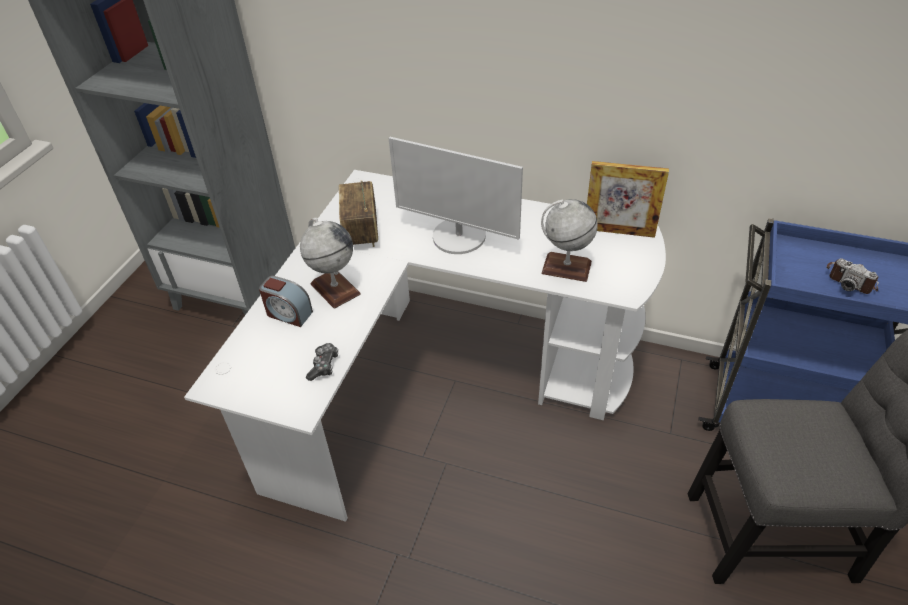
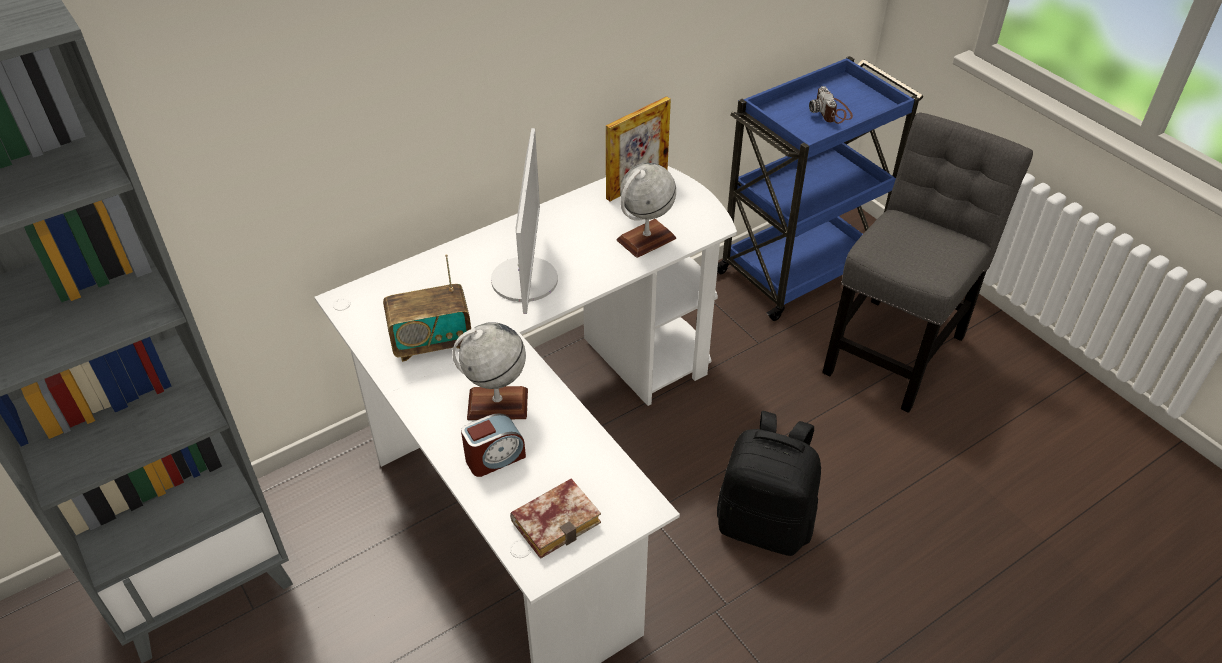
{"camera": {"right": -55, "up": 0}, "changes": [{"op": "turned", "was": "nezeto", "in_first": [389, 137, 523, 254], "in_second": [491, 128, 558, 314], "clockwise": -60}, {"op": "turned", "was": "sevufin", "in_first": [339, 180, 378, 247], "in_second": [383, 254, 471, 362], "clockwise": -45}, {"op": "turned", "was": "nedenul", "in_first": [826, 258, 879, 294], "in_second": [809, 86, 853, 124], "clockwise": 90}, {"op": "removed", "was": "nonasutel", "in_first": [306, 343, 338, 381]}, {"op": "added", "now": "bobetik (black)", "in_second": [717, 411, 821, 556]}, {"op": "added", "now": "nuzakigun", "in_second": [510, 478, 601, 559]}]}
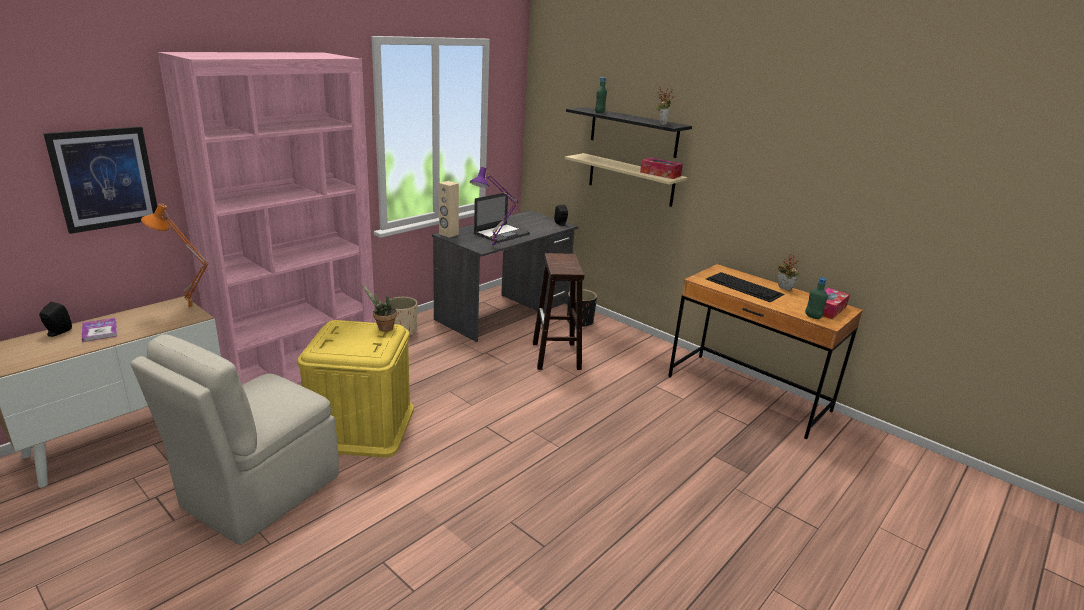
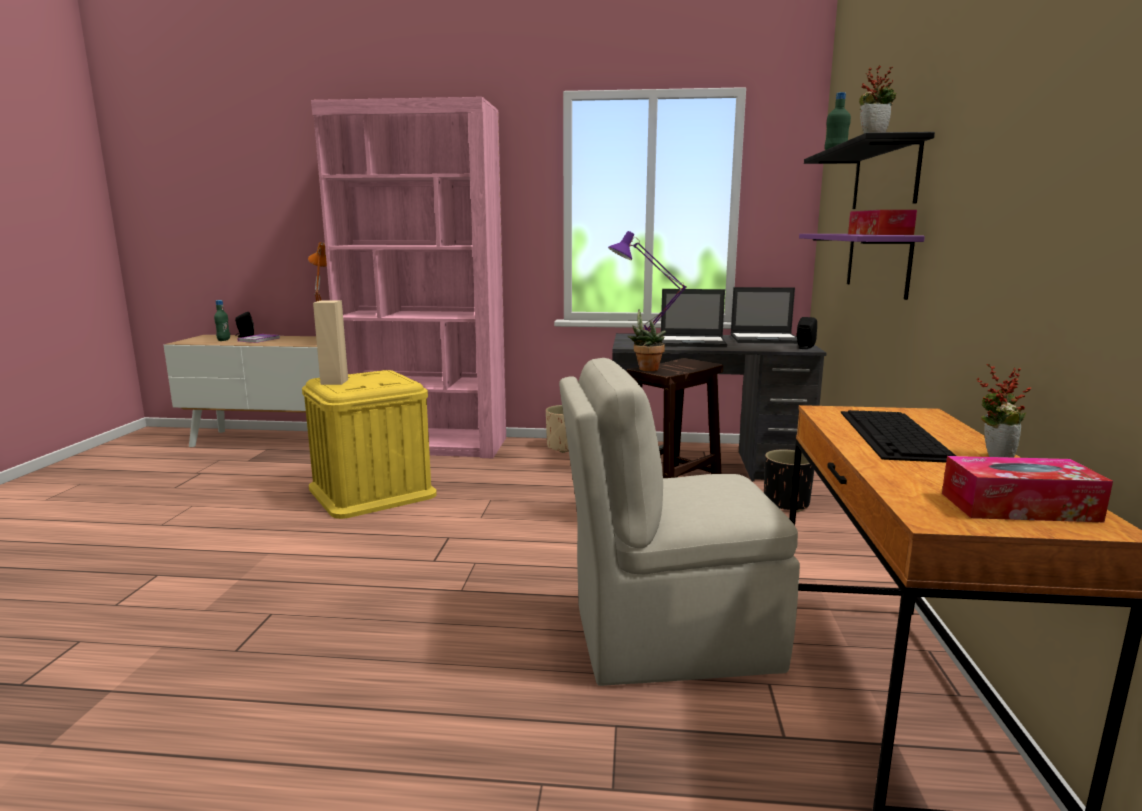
{"camera": {"right": 55, "up": -10}, "changes": [{"op": "removed", "was": "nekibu", "in_first": [43, 126, 157, 234]}, {"op": "recoloured", "was": "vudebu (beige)", "now": "vudebu (purple)", "in_first": [565, 153, 687, 207], "in_second": [799, 234, 925, 300]}, {"op": "moved", "was": "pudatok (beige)", "in_first": [439, 181, 459, 238], "in_second": [313, 300, 348, 385]}, {"op": "moved", "was": "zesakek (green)", "in_first": [805, 278, 828, 319], "in_second": [214, 300, 230, 341]}, {"op": "moved", "was": "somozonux", "in_first": [362, 284, 397, 332], "in_second": [628, 309, 666, 371]}, {"op": "moved", "was": "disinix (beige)", "in_first": [131, 335, 339, 545], "in_second": [559, 358, 800, 686]}, {"op": "added", "now": "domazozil", "in_second": [731, 287, 798, 344]}]}
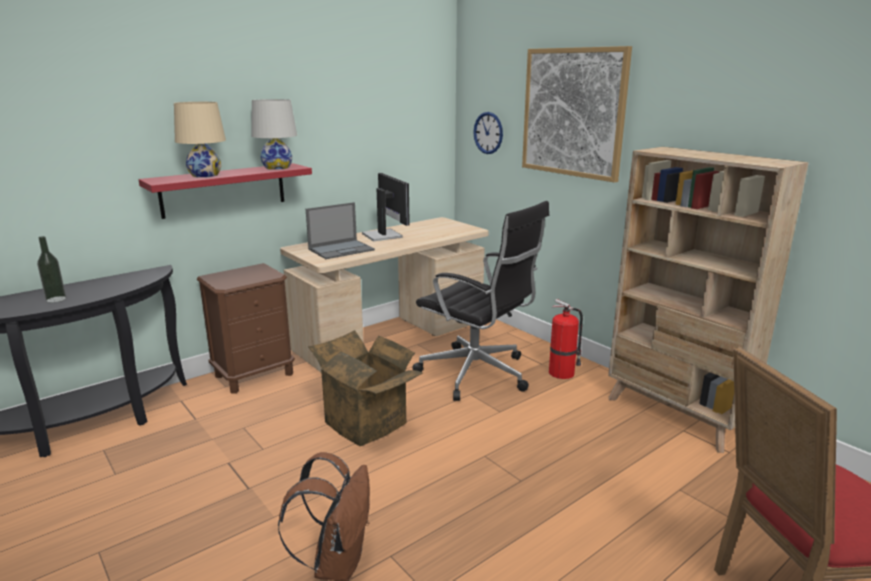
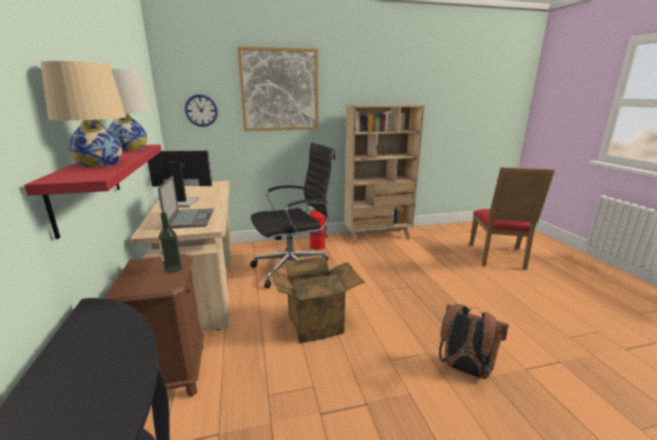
{"camera": {"right": -65, "up": 0}, "changes": [{"op": "moved", "was": "zesakek", "in_first": [37, 236, 66, 303], "in_second": [158, 212, 182, 273]}]}
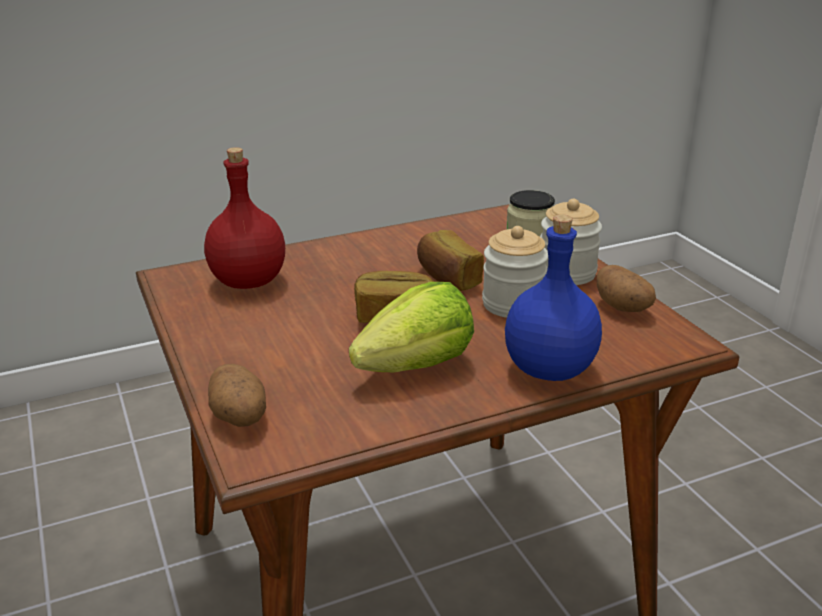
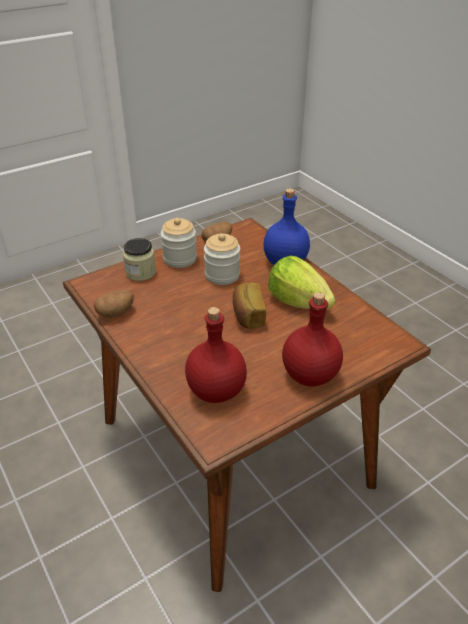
{"camera": {"right": -100, "up": 10}, "changes": [{"op": "removed", "was": "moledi", "in_first": [417, 230, 484, 291]}, {"op": "moved", "was": "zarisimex", "in_first": [208, 364, 266, 427], "in_second": [94, 290, 134, 318]}, {"op": "added", "now": "zesakek (red)", "in_second": [282, 292, 343, 386]}]}
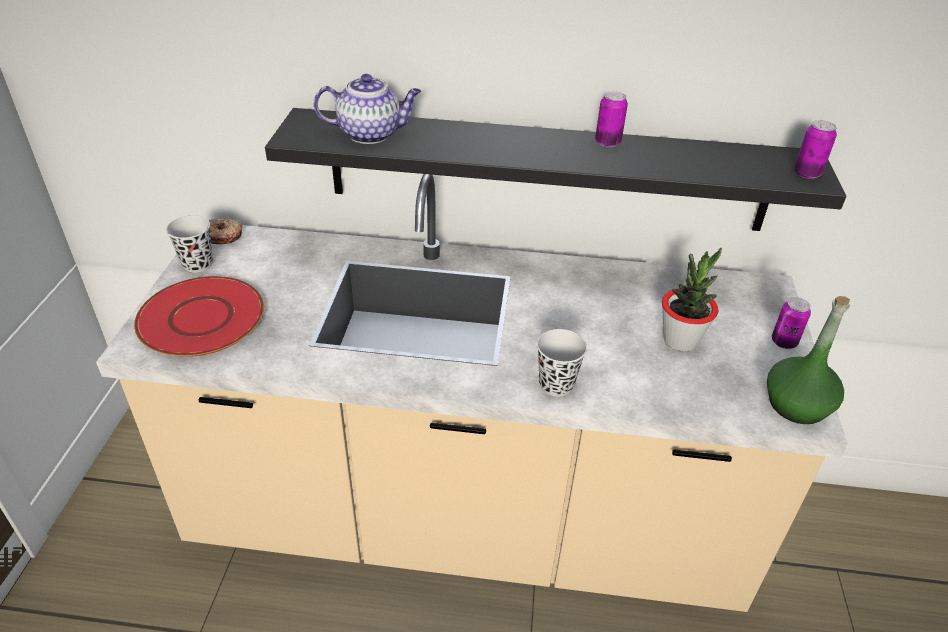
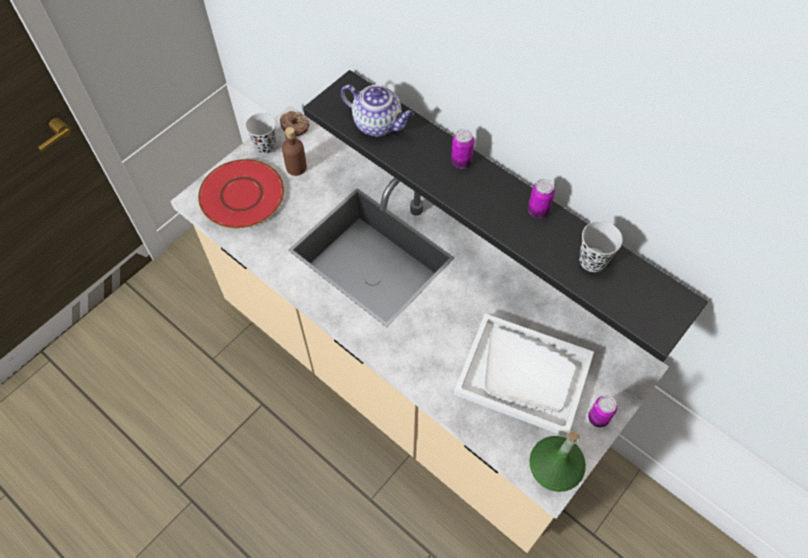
{"camera": {"right": 35, "up": 20}, "changes": [{"op": "moved", "was": "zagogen", "in_first": [794, 120, 837, 179], "in_second": [451, 129, 474, 168]}, {"op": "replaced", "was": "somozonux", "now": "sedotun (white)", "in_first": [662, 248, 722, 352], "in_second": [454, 314, 594, 437]}, {"op": "moved", "was": "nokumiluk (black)", "in_first": [537, 329, 587, 397], "in_second": [579, 221, 623, 272]}, {"op": "added", "now": "zesakek (brown)", "in_second": [282, 127, 307, 176]}]}
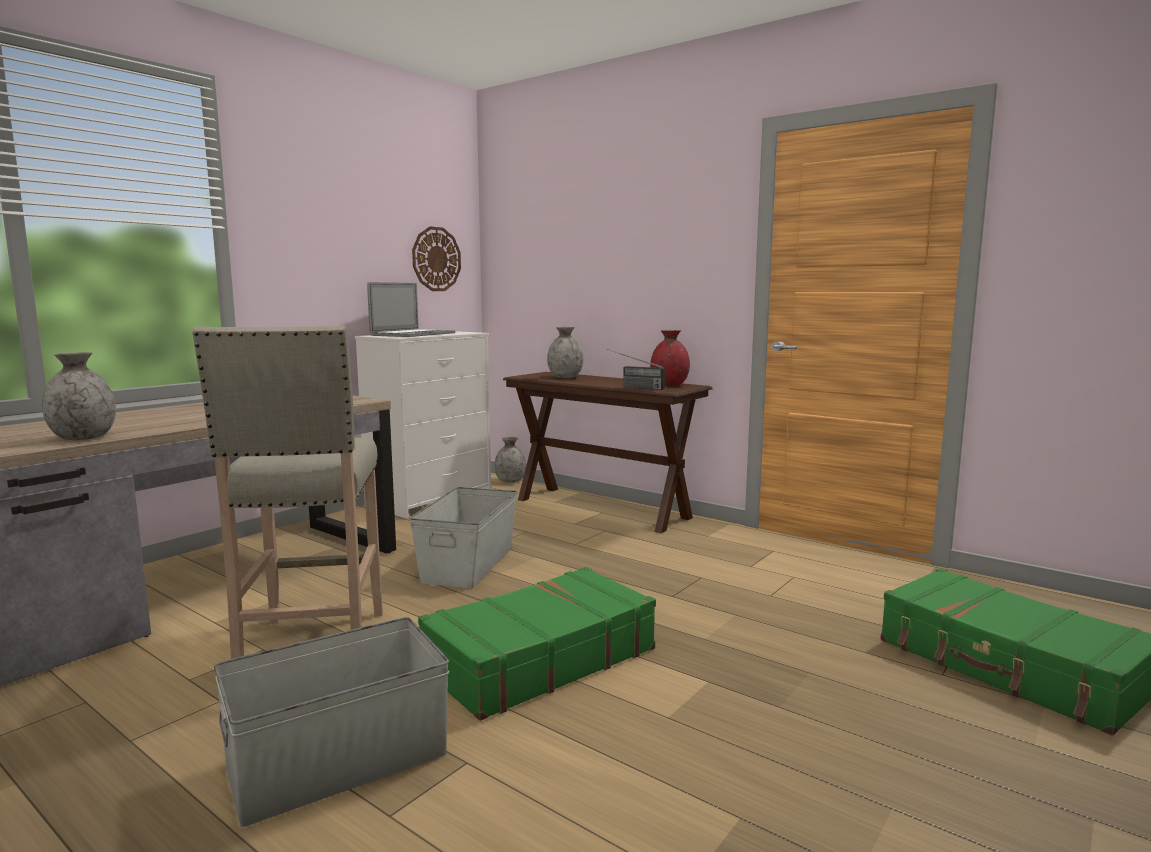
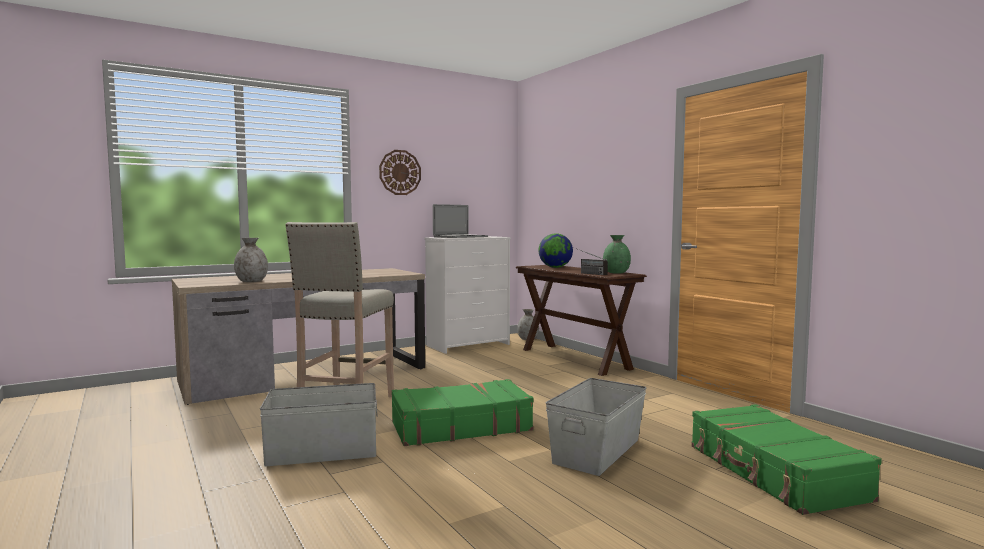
{"camera": {"right": 20, "up": -5}, "changes": [{"op": "moved", "was": "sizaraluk", "in_first": [412, 226, 461, 291], "in_second": [379, 150, 421, 195]}, {"op": "replaced", "was": "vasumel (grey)", "now": "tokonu", "in_first": [547, 327, 583, 378], "in_second": [539, 233, 573, 268]}, {"op": "recoloured", "was": "vasumel (red)", "now": "vasumel (green)", "in_first": [650, 330, 690, 386], "in_second": [603, 235, 631, 274]}, {"op": "moved", "was": "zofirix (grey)", "in_first": [409, 487, 518, 589], "in_second": [546, 378, 646, 476]}]}
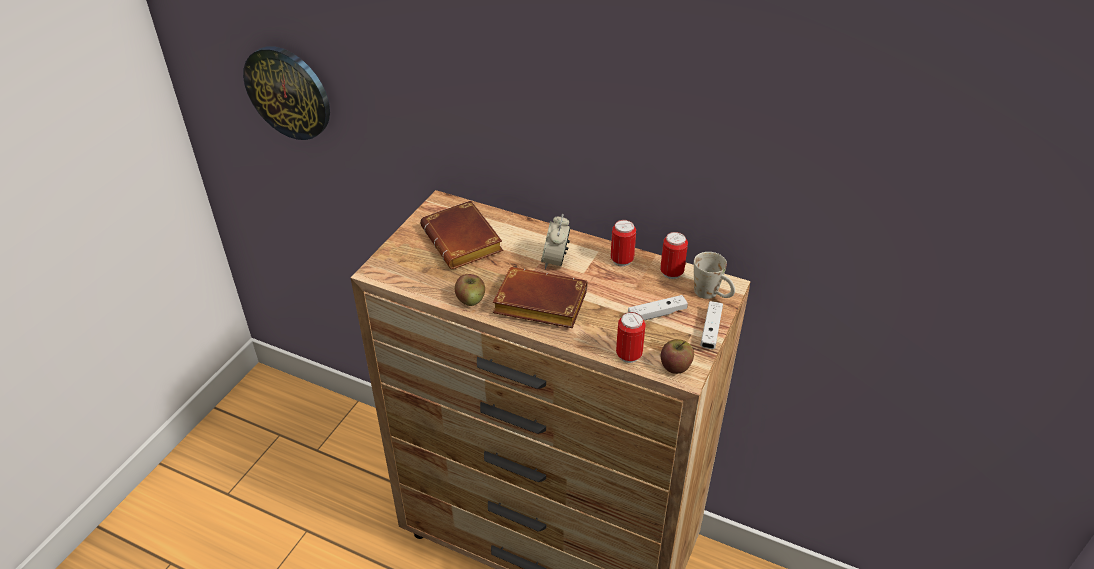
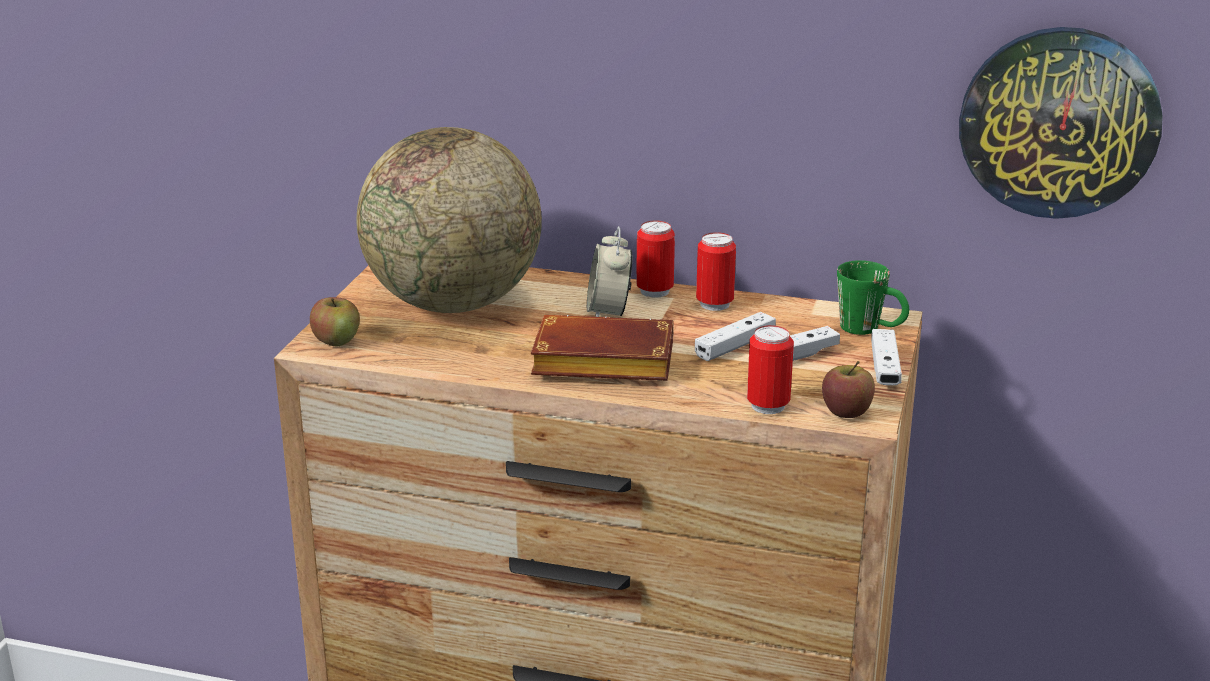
{"camera": {"right": -10, "up": -15}, "changes": [{"op": "moved", "was": "sizaraluk", "in_first": [243, 46, 330, 140], "in_second": [959, 27, 1163, 219]}, {"op": "replaced", "was": "nuzakigun (brown)", "now": "tokonu", "in_first": [420, 201, 503, 269], "in_second": [357, 127, 542, 313]}, {"op": "moved", "was": "zagogen", "in_first": [660, 232, 688, 279], "in_second": [636, 221, 675, 297]}, {"op": "recoloured", "was": "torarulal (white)", "now": "torarulal (green)", "in_first": [694, 252, 735, 299], "in_second": [837, 260, 909, 335]}, {"op": "moved", "was": "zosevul", "in_first": [455, 274, 485, 306], "in_second": [310, 297, 360, 346]}, {"op": "added", "now": "nonasutel (white)", "in_second": [695, 312, 776, 361]}]}
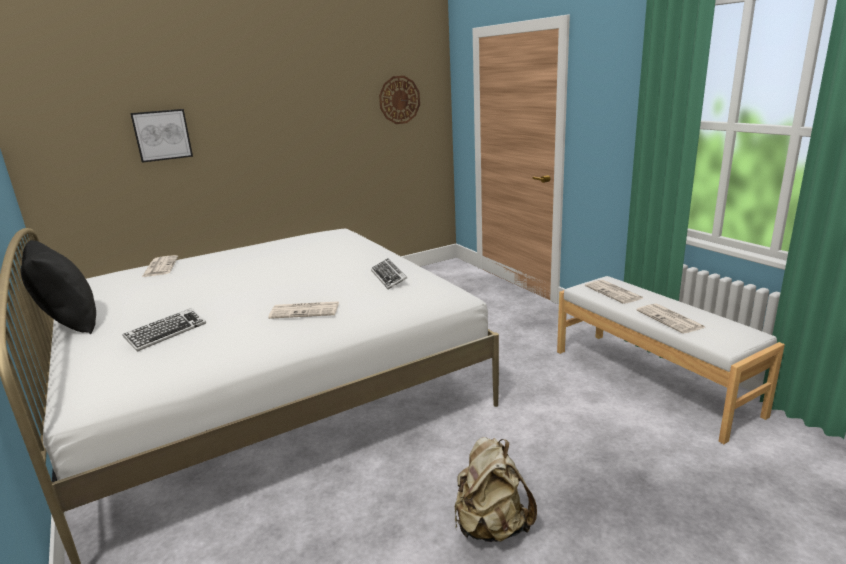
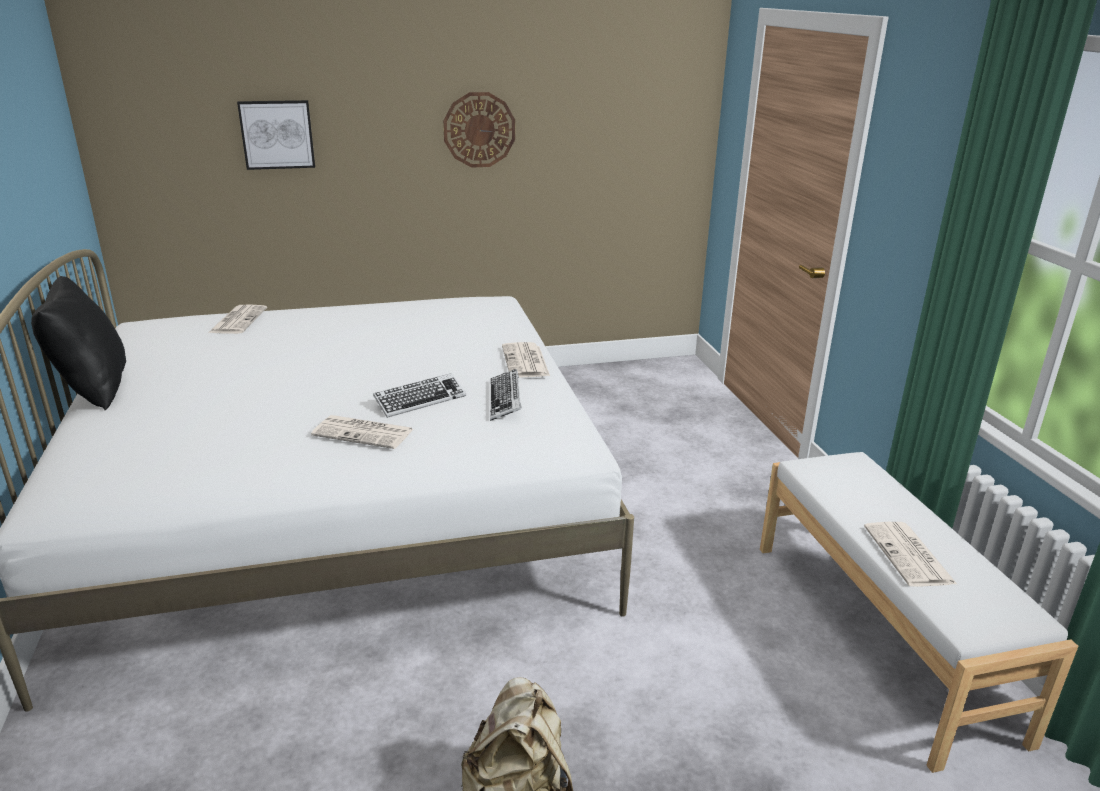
{"camera": {"right": 15, "up": 5}, "changes": [{"op": "moved", "was": "sizaraluk", "in_first": [379, 76, 420, 124], "in_second": [443, 92, 515, 168]}, {"op": "moved", "was": "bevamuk", "in_first": [585, 280, 643, 304], "in_second": [502, 342, 550, 378]}, {"op": "moved", "was": "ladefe", "in_first": [122, 308, 206, 352], "in_second": [373, 373, 466, 418]}]}
